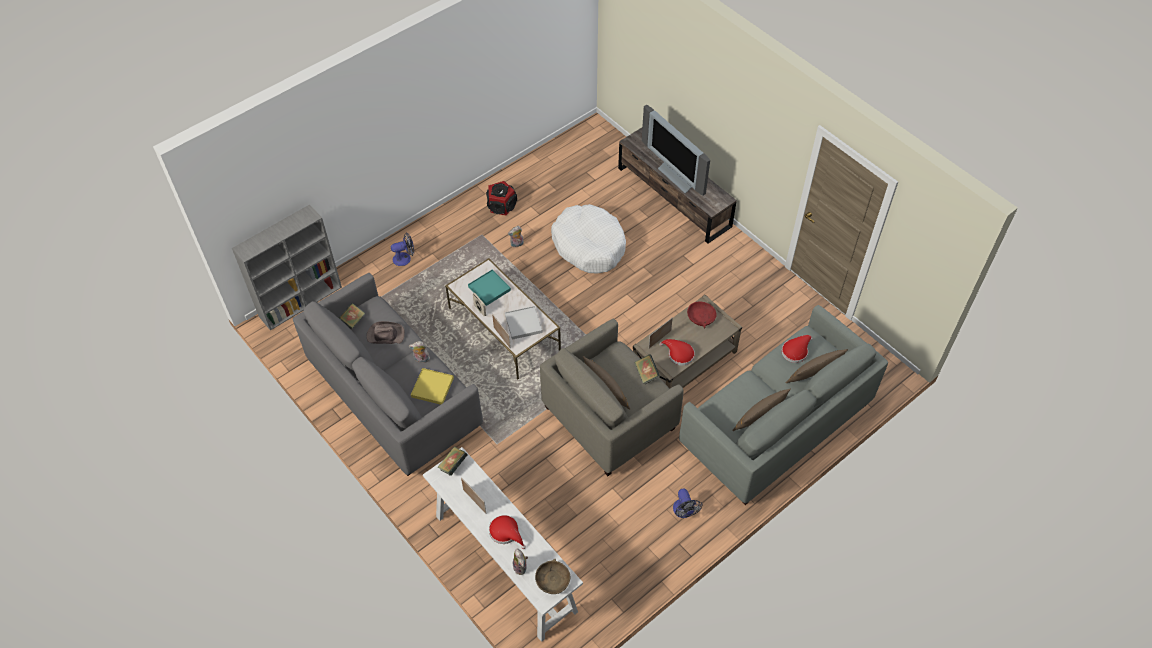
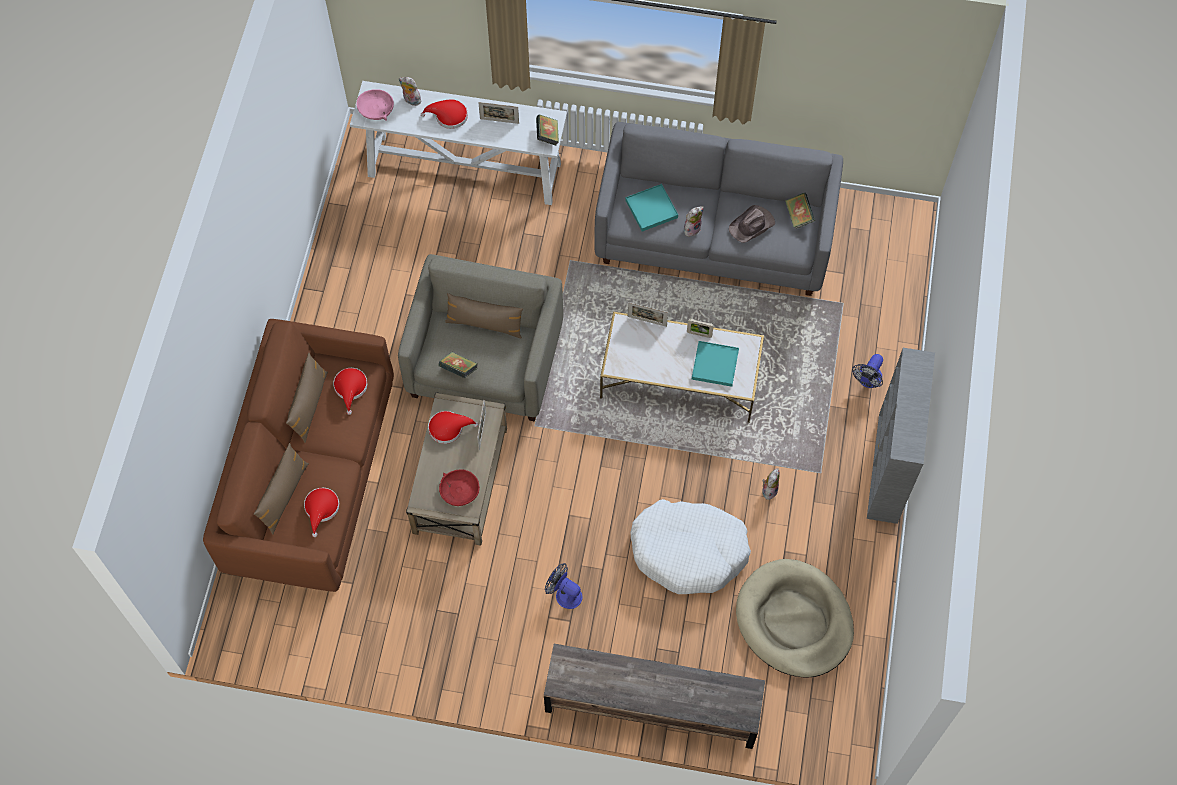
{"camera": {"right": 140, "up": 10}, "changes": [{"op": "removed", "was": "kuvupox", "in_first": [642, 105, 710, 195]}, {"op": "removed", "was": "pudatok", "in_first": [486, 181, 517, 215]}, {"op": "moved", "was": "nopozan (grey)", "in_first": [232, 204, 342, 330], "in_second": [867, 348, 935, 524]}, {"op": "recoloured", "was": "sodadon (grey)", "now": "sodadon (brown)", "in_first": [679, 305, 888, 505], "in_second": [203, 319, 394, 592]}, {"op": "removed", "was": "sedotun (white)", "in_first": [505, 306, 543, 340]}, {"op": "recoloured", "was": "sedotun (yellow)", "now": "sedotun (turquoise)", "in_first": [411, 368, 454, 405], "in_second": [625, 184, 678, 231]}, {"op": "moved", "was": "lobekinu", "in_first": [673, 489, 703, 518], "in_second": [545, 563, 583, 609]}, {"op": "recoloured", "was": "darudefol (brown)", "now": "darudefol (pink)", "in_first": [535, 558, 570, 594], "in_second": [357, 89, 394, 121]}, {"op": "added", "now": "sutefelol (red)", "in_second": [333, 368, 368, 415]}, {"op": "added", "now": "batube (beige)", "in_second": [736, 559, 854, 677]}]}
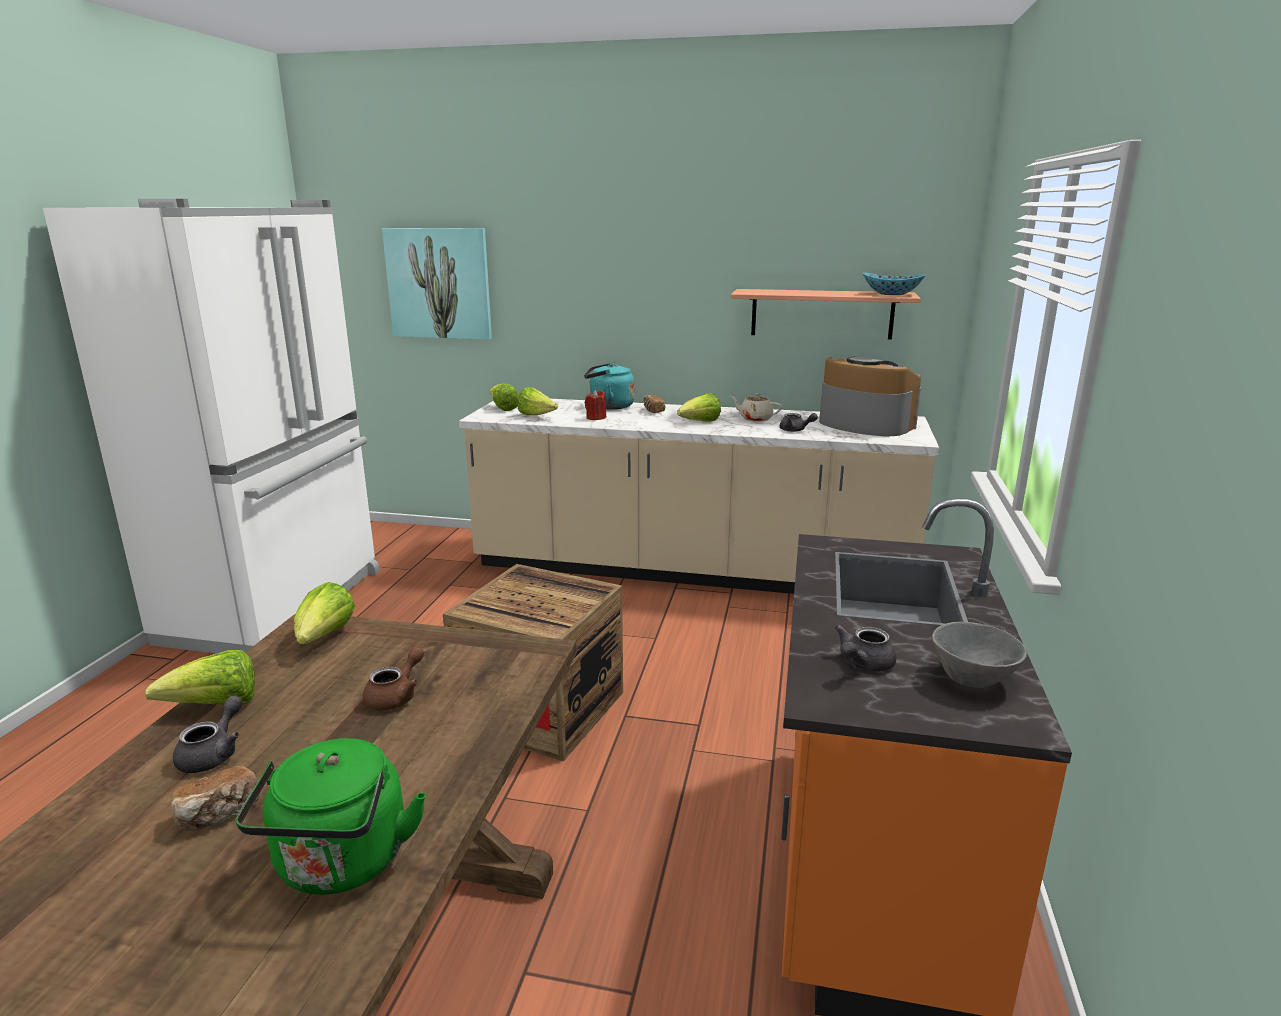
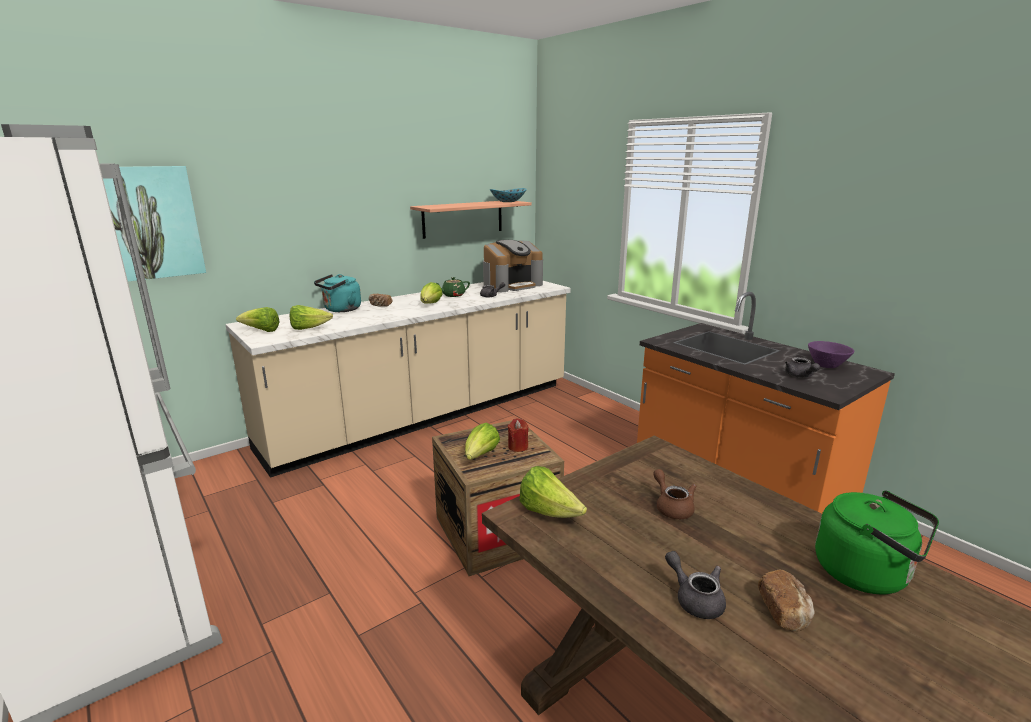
{"camera": {"right": -50, "up": 0}, "changes": [{"op": "turned", "was": "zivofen", "in_first": [819, 357, 921, 436], "in_second": [483, 240, 543, 292], "clockwise": 150}, {"op": "moved", "was": "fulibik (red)", "in_first": [585, 390, 606, 420], "in_second": [508, 418, 529, 452]}, {"op": "recoloured", "was": "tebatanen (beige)", "now": "tebatanen (green)", "in_first": [730, 393, 782, 422], "in_second": [436, 277, 470, 297]}, {"op": "recoloured", "was": "darudefol (grey)", "now": "darudefol (purple)", "in_first": [932, 622, 1027, 688], "in_second": [808, 341, 854, 368]}, {"op": "moved", "was": "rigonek", "in_first": [145, 650, 255, 705], "in_second": [465, 423, 500, 460]}]}
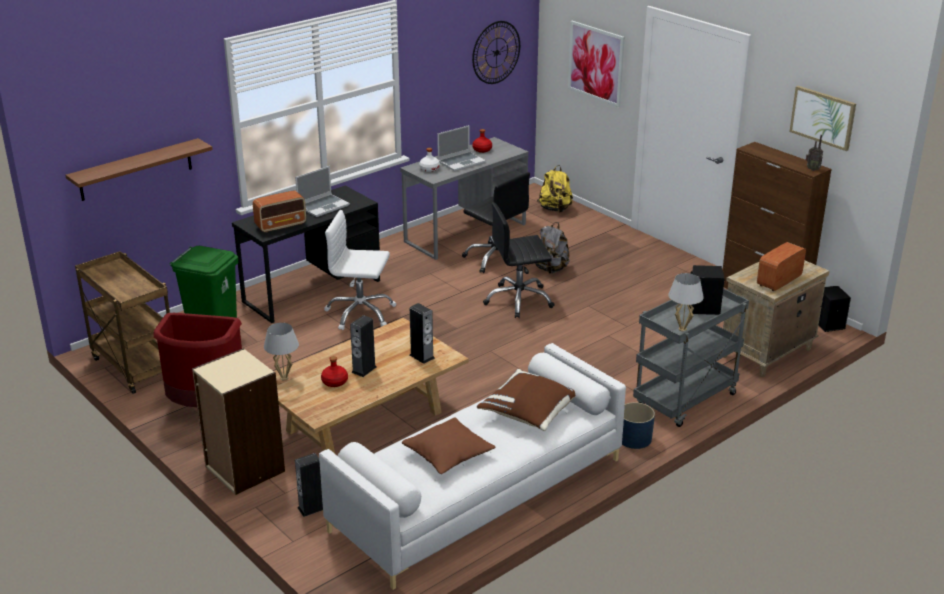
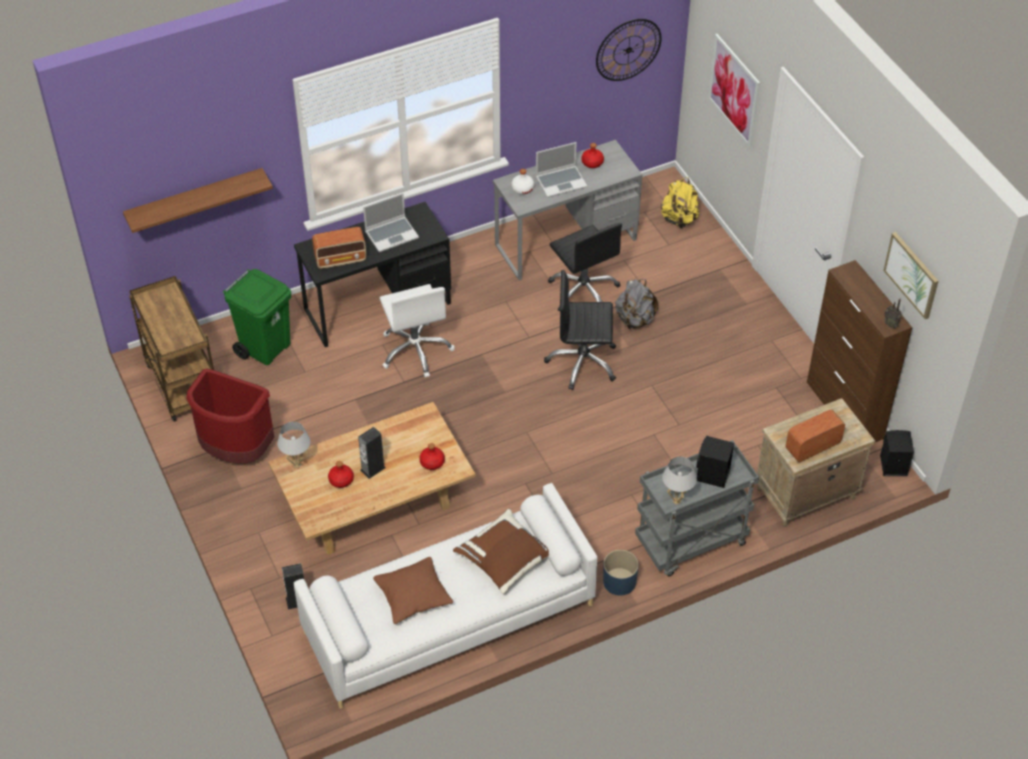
{"camera": {"right": 15, "up": 20}, "changes": [{"op": "turned", "was": "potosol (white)", "in_first": [324, 210, 396, 330], "in_second": [380, 284, 454, 378], "clockwise": -135}, {"op": "replaced", "was": "pudatok", "now": "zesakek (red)", "in_first": [410, 303, 435, 364], "in_second": [419, 443, 445, 470]}, {"op": "removed", "was": "nopozan (beige)", "in_first": [192, 348, 285, 495]}]}
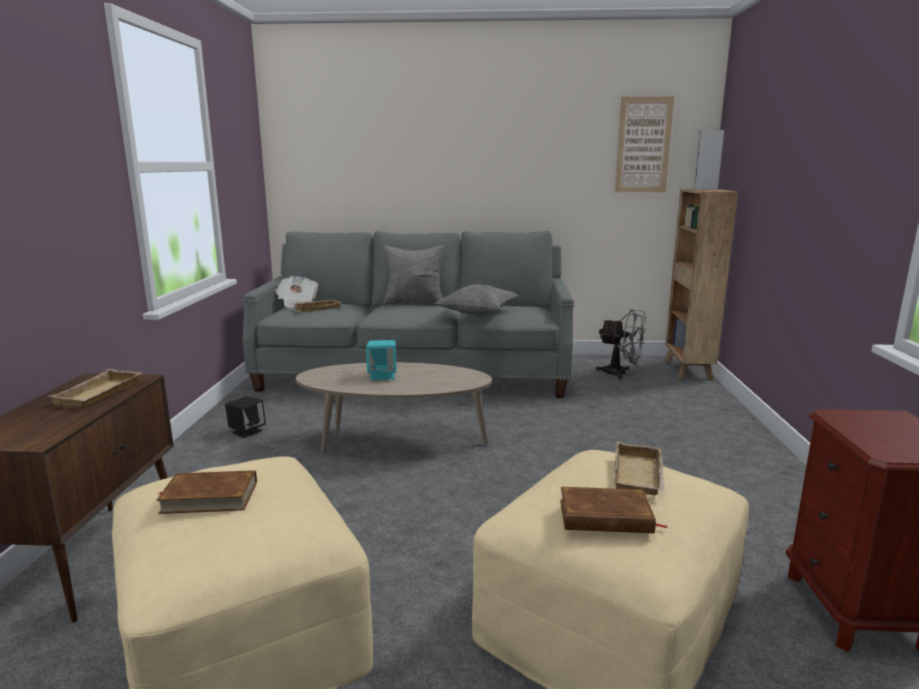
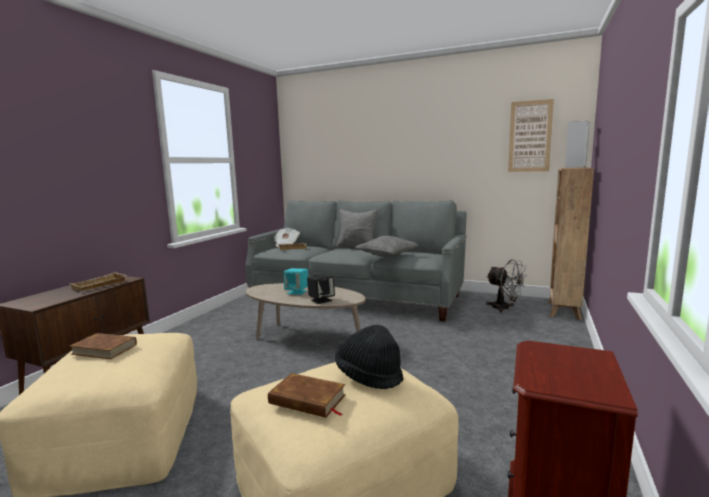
{"camera": {"right": 20, "up": -5}, "changes": [{"op": "moved", "was": "pudatok (black)", "in_first": [225, 397, 266, 438], "in_second": [307, 274, 335, 304]}, {"op": "replaced", "was": "sedotun (beige)", "now": "sutefelol (black)", "in_first": [614, 442, 665, 495], "in_second": [335, 325, 404, 389]}]}
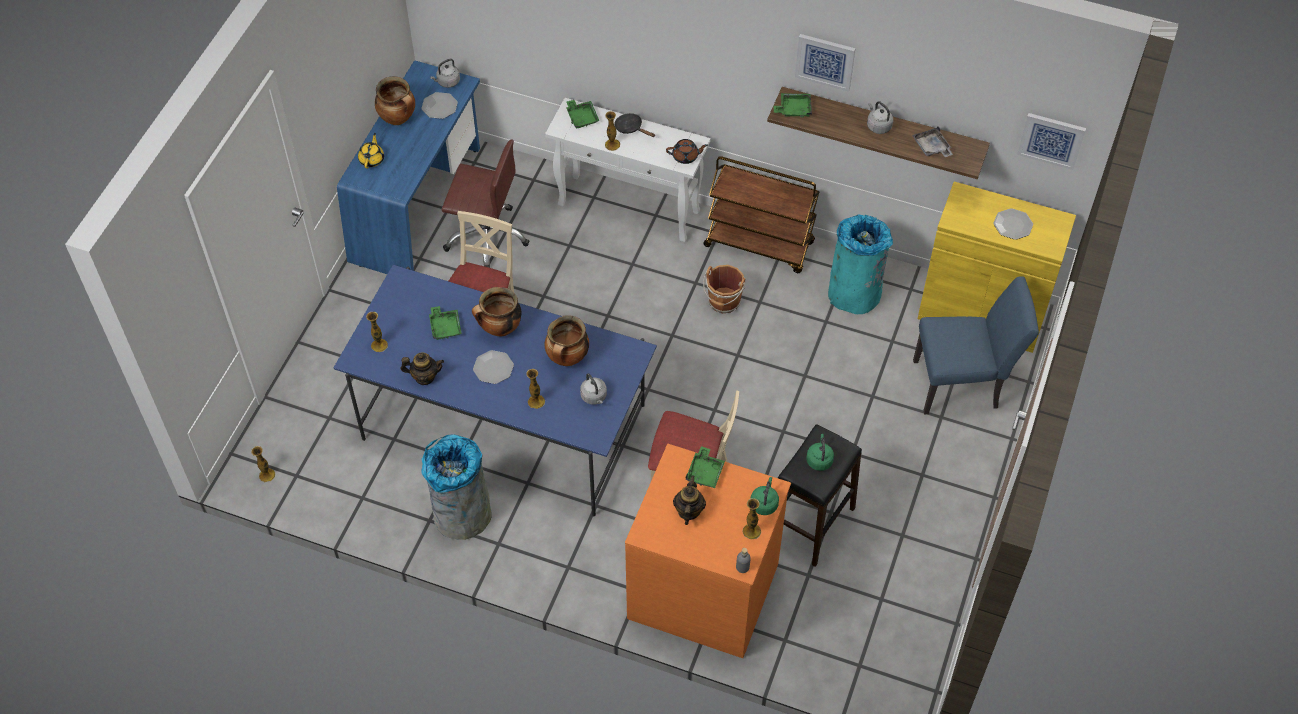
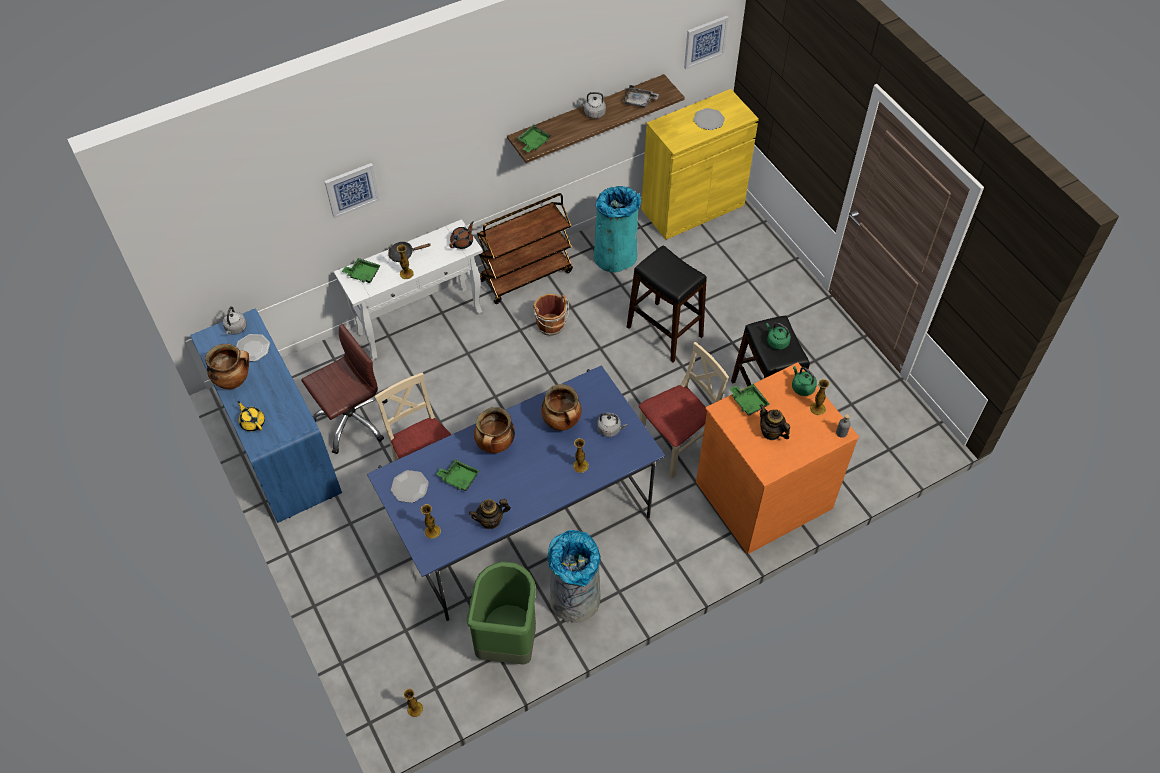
{"camera": {"right": -50, "up": 0}, "changes": [{"op": "moved", "was": "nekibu", "in_first": [795, 34, 856, 92], "in_second": [324, 163, 380, 219]}, {"op": "removed", "was": "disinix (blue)", "in_first": [913, 276, 1039, 415]}, {"op": "moved", "was": "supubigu", "in_first": [473, 350, 514, 384], "in_second": [391, 470, 429, 503]}, {"op": "turned", "was": "tebatanen", "in_first": [400, 352, 444, 385], "in_second": [469, 499, 511, 529], "clockwise": -150}, {"op": "added", "now": "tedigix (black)", "in_second": [627, 246, 707, 362]}, {"op": "added", "now": "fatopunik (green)", "in_second": [467, 561, 536, 664]}]}
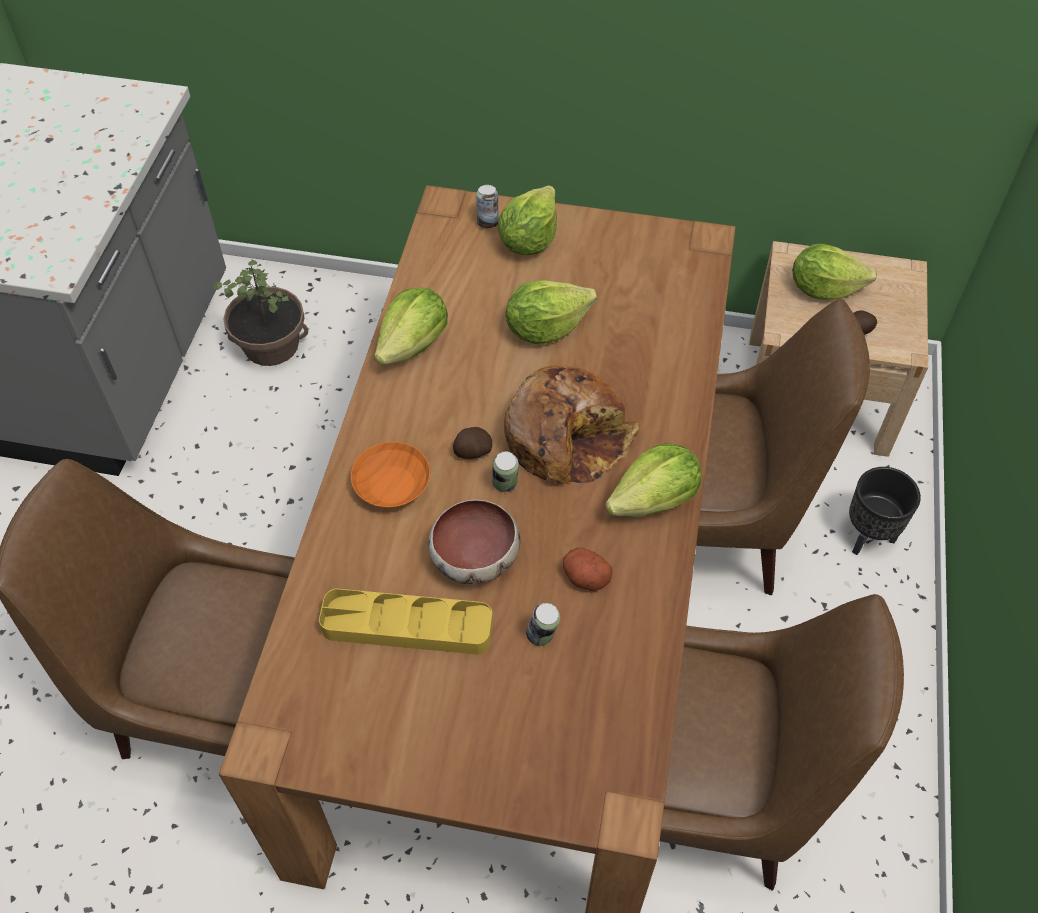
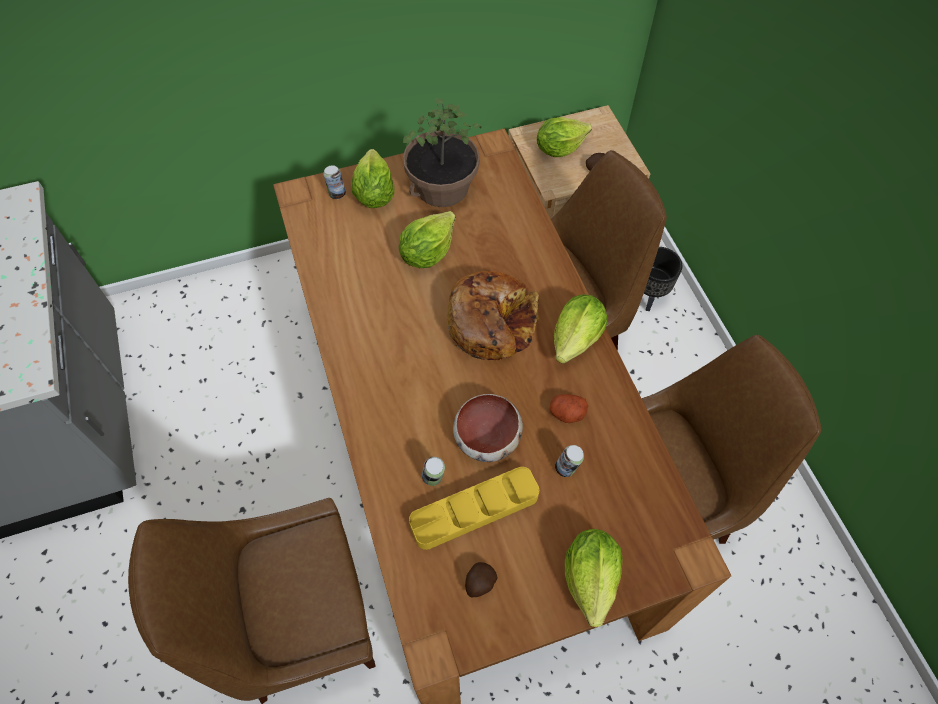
{"camera": {"right": -30, "up": 5}, "changes": [{"op": "moved", "was": "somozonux", "in_first": [213, 259, 308, 366], "in_second": [403, 99, 481, 207]}, {"op": "moved", "was": "rigonek", "in_first": [374, 288, 448, 365], "in_second": [565, 529, 622, 627]}, {"op": "moved", "was": "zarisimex", "in_first": [453, 427, 492, 459], "in_second": [465, 562, 497, 597]}, {"op": "removed", "was": "darudefol (orange)", "in_first": [351, 442, 430, 508]}, {"op": "moved", "was": "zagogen", "in_first": [492, 451, 519, 492], "in_second": [422, 457, 445, 486]}]}
